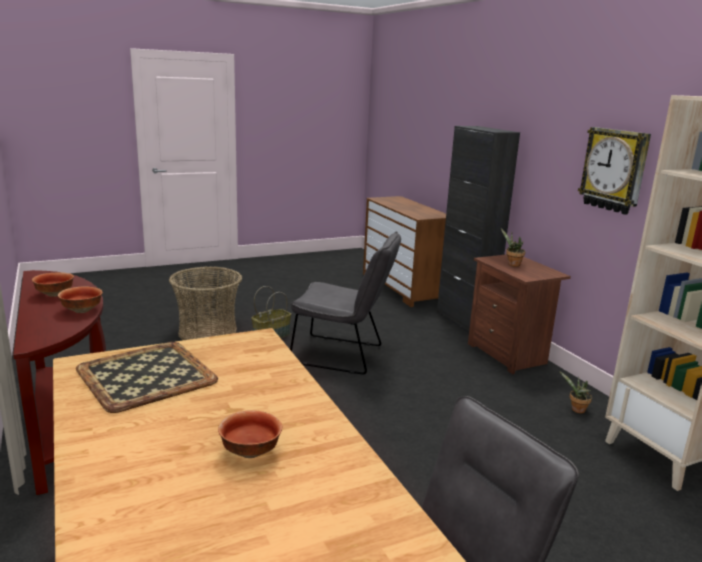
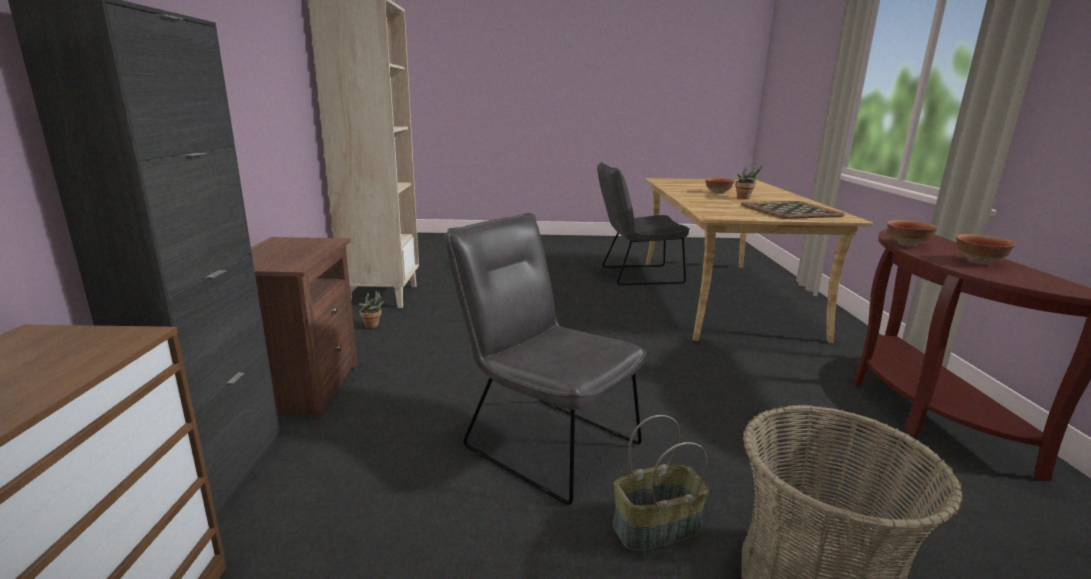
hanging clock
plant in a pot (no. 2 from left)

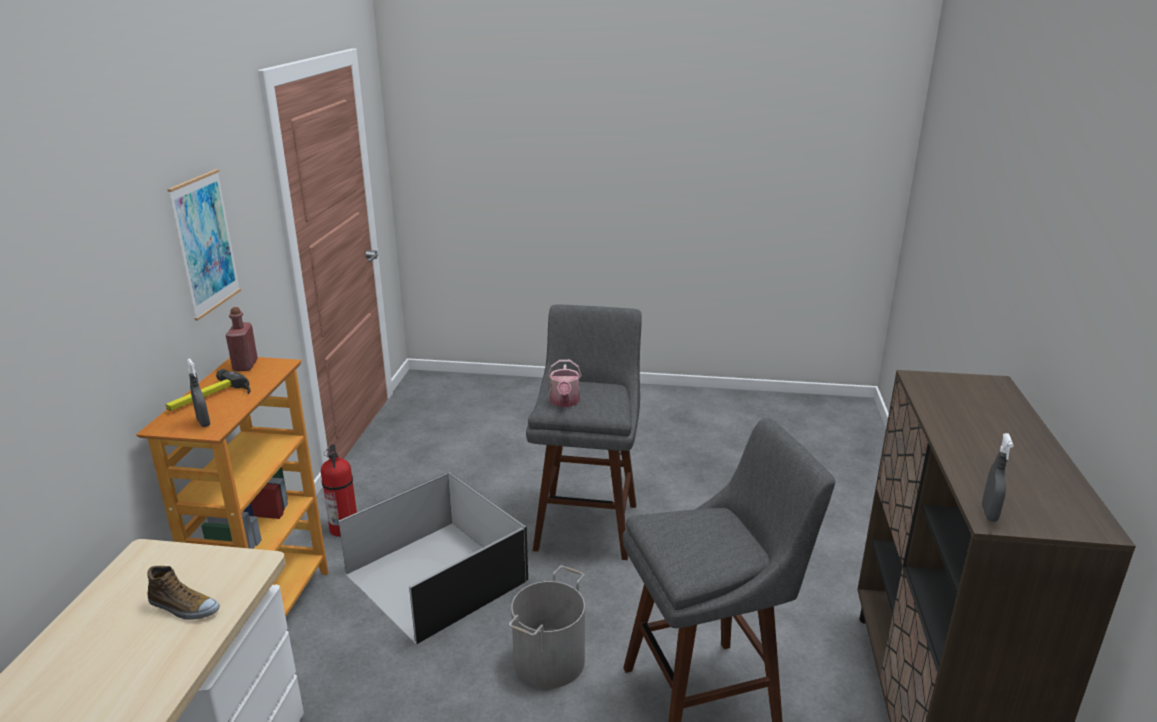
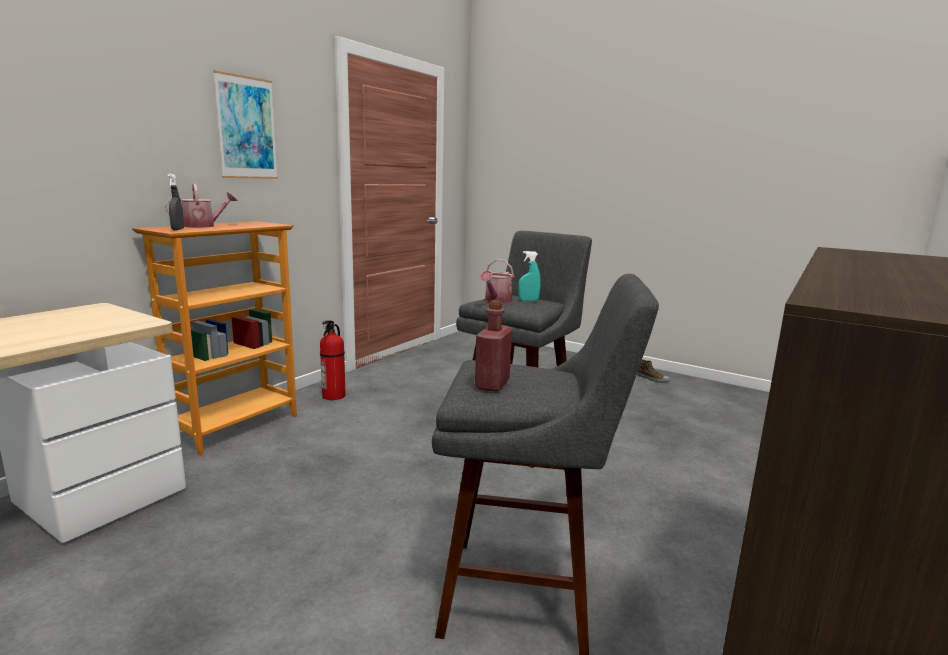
blackish storage bin
greyish bucket
greyish hand sprayer (no. 2 from left in the first image)
turquoise-coloured hand sprayer
low shoe
reddish drink bottle
watering can (no. 1 from left)

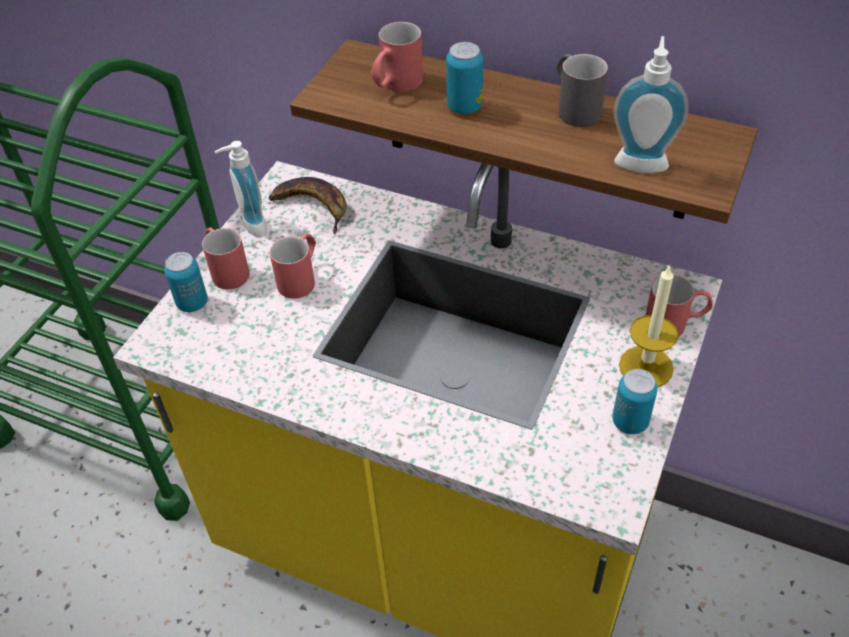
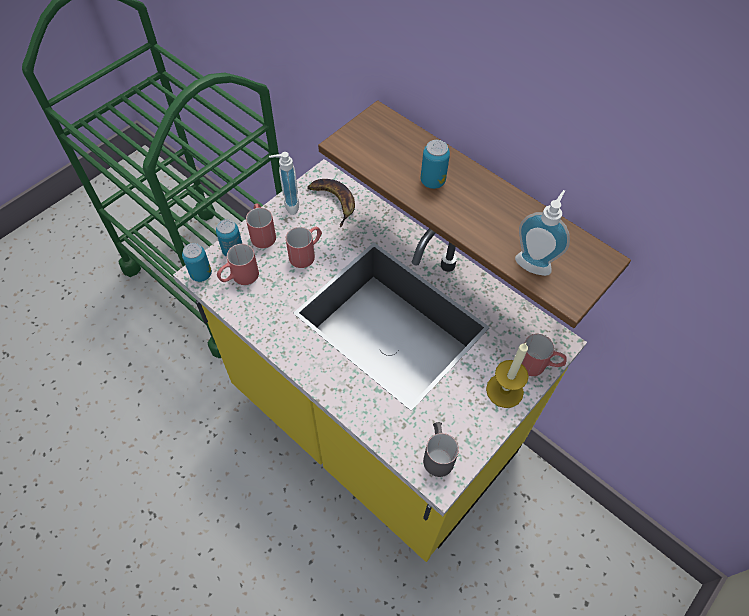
reddish coffee mug (no. 1 from left)
greyish coffee mug
metal can (no. 1 from left)

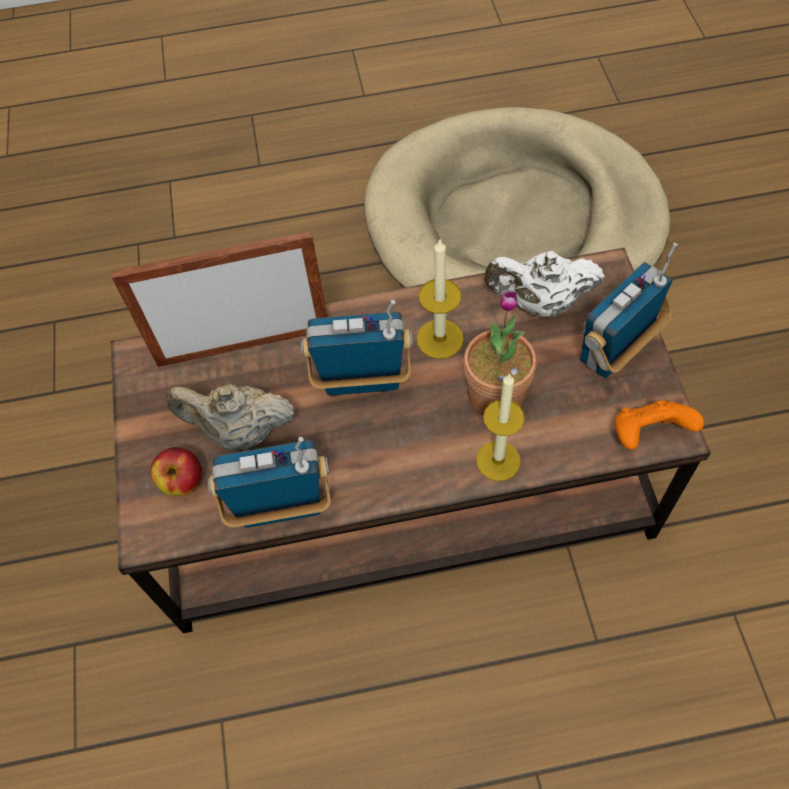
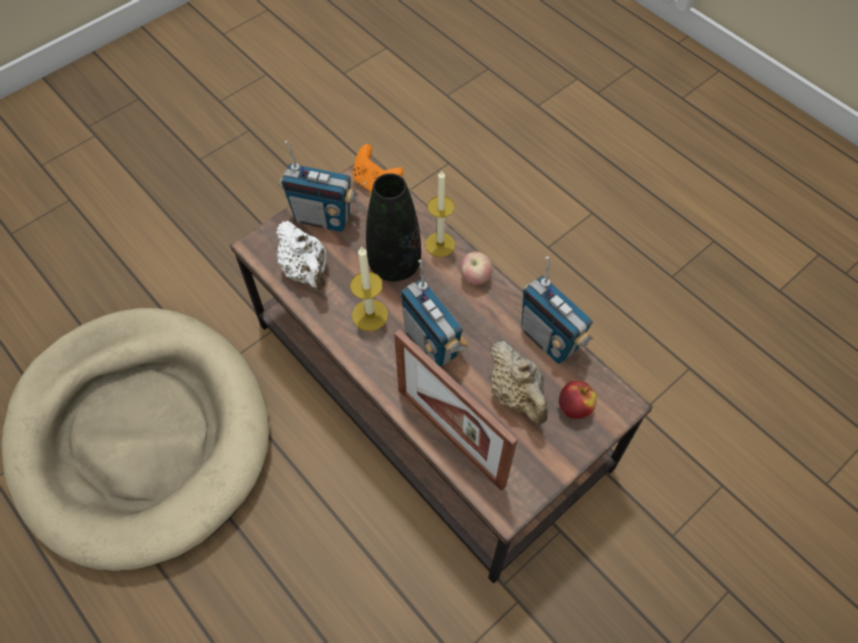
apple (no. 1 from left)
blackish vase

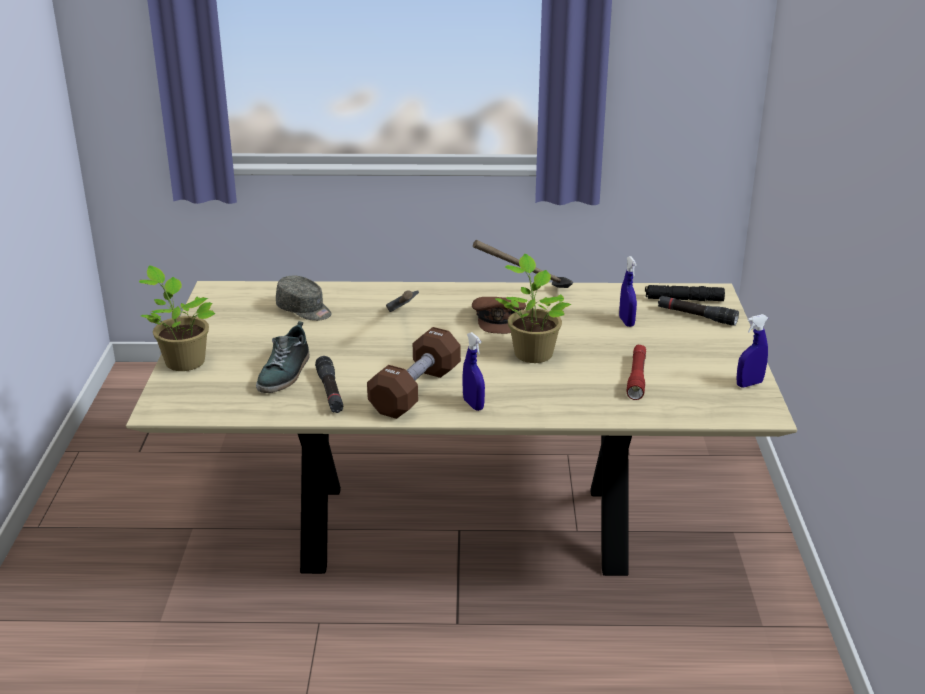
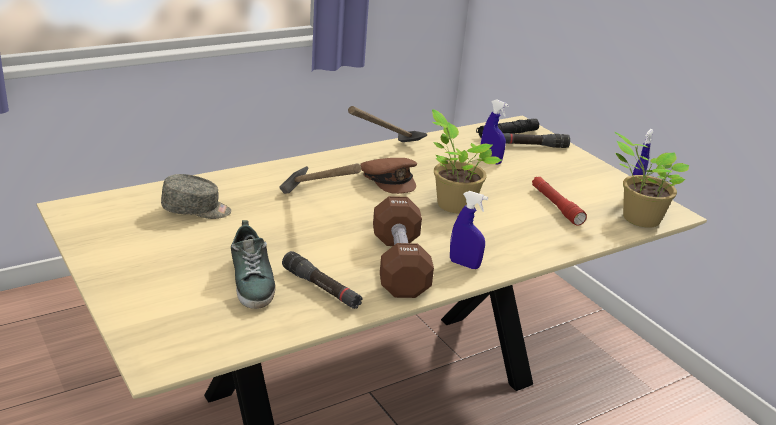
plant in a pot (no. 2 from left)

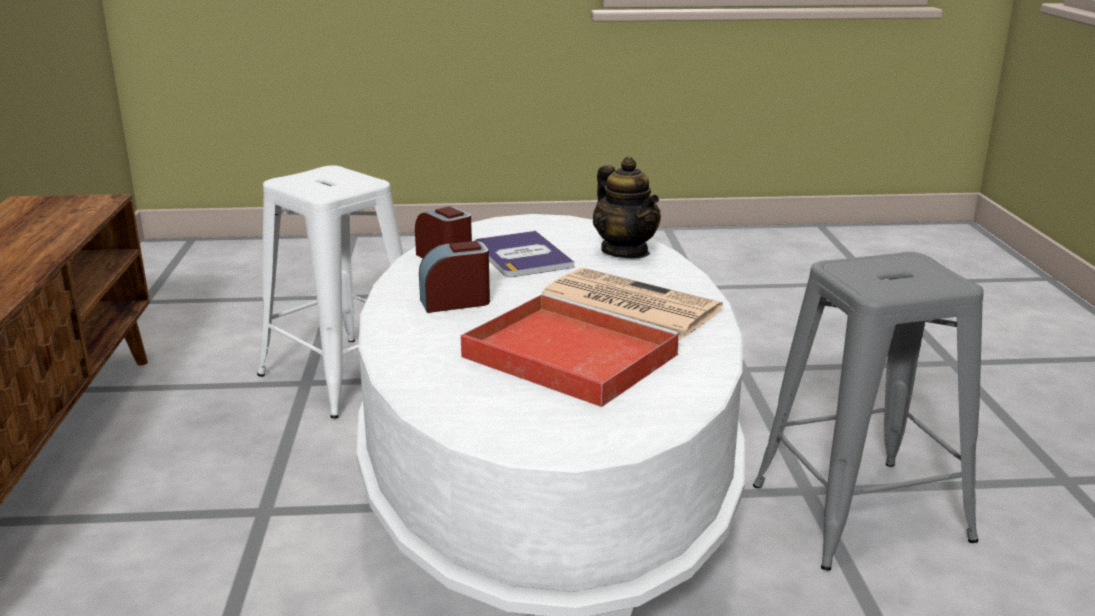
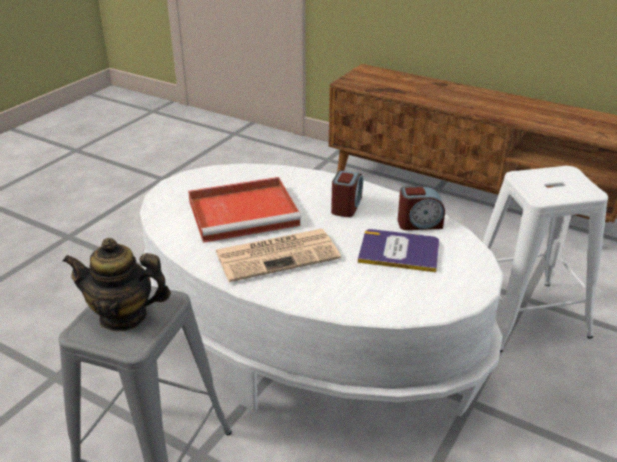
tea pot

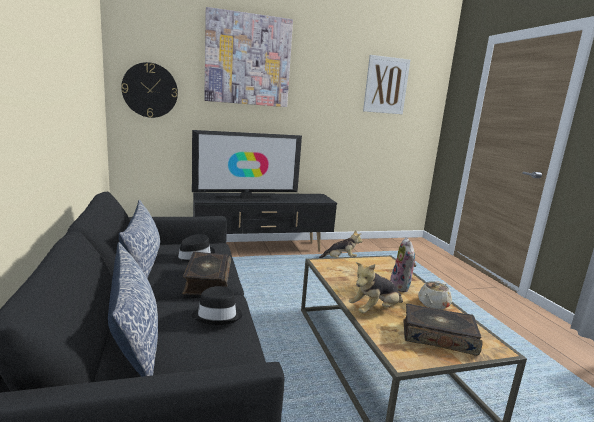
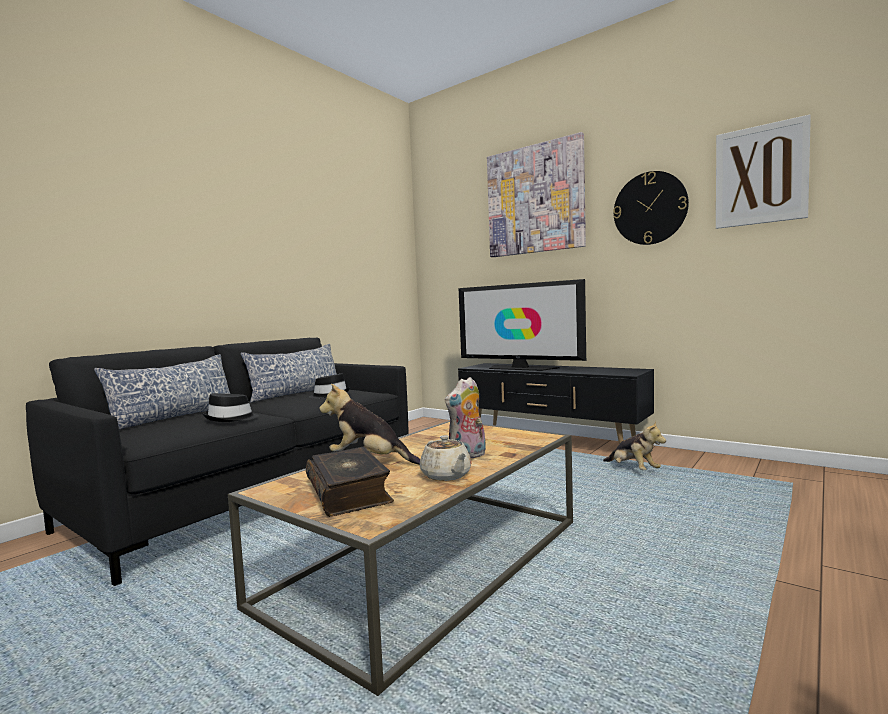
volume (no. 1 from left in the first image)
hanging clock
sand-coloured tea pot

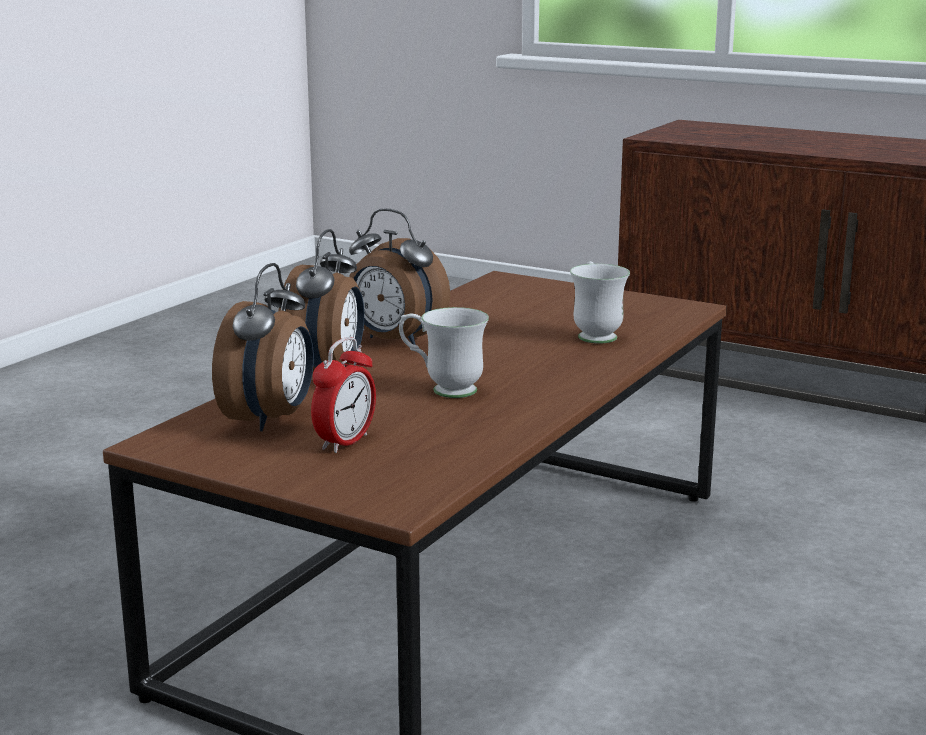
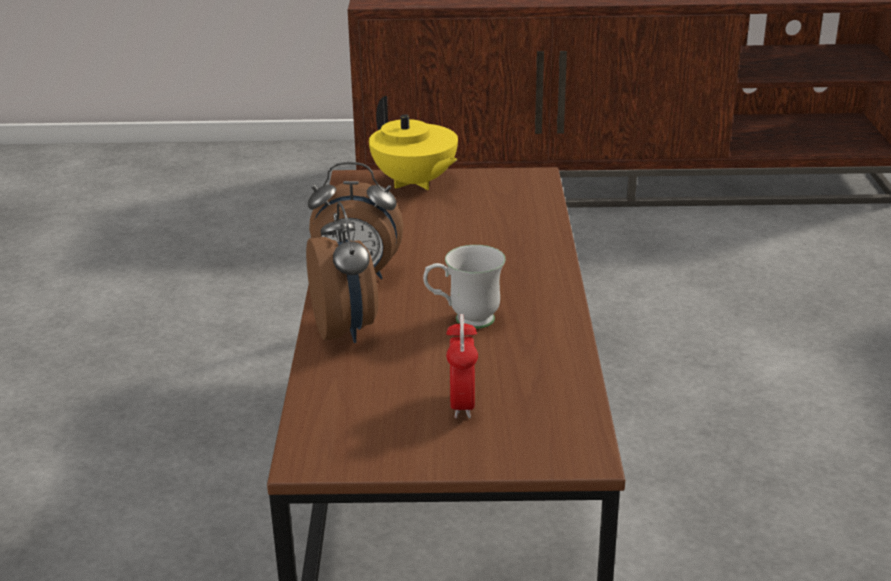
table clock (no. 1 from left in the first image)
white coffee mug (no. 2 from left in the first image)
yellow tea pot

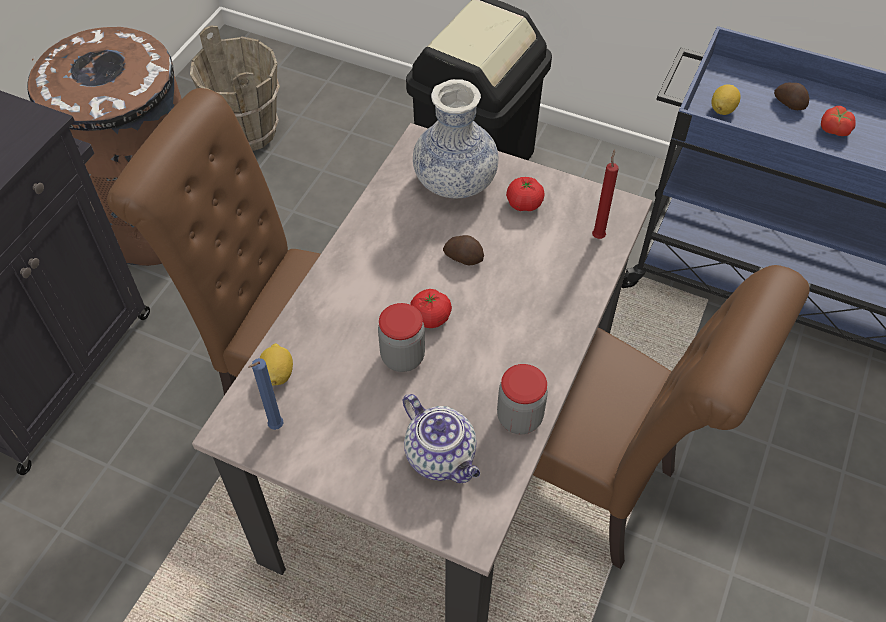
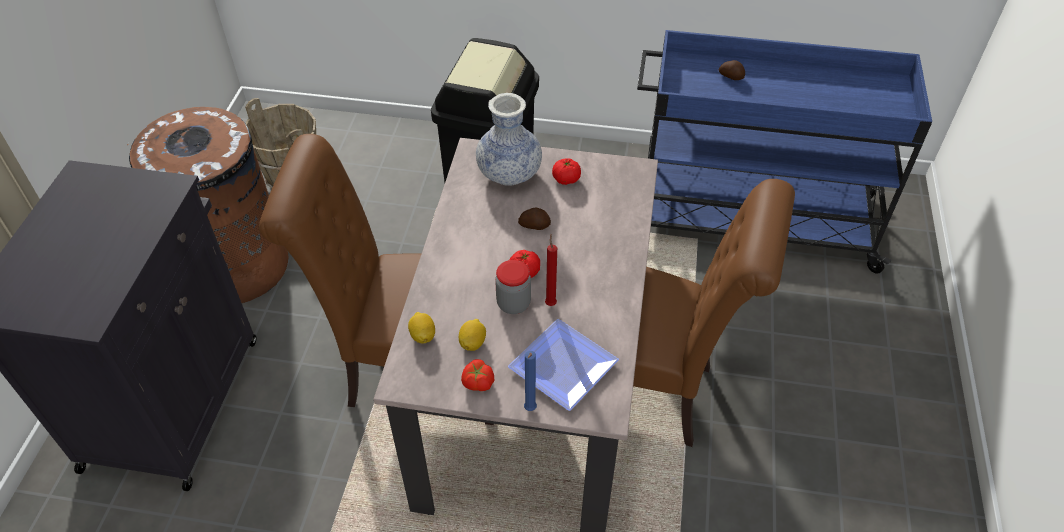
preserve jar (no. 2 from left in the first image)
blue-coloured candle
reddish candle
whole lemon (no. 2 from left)
fresh tomato (no. 1 from left)
plate

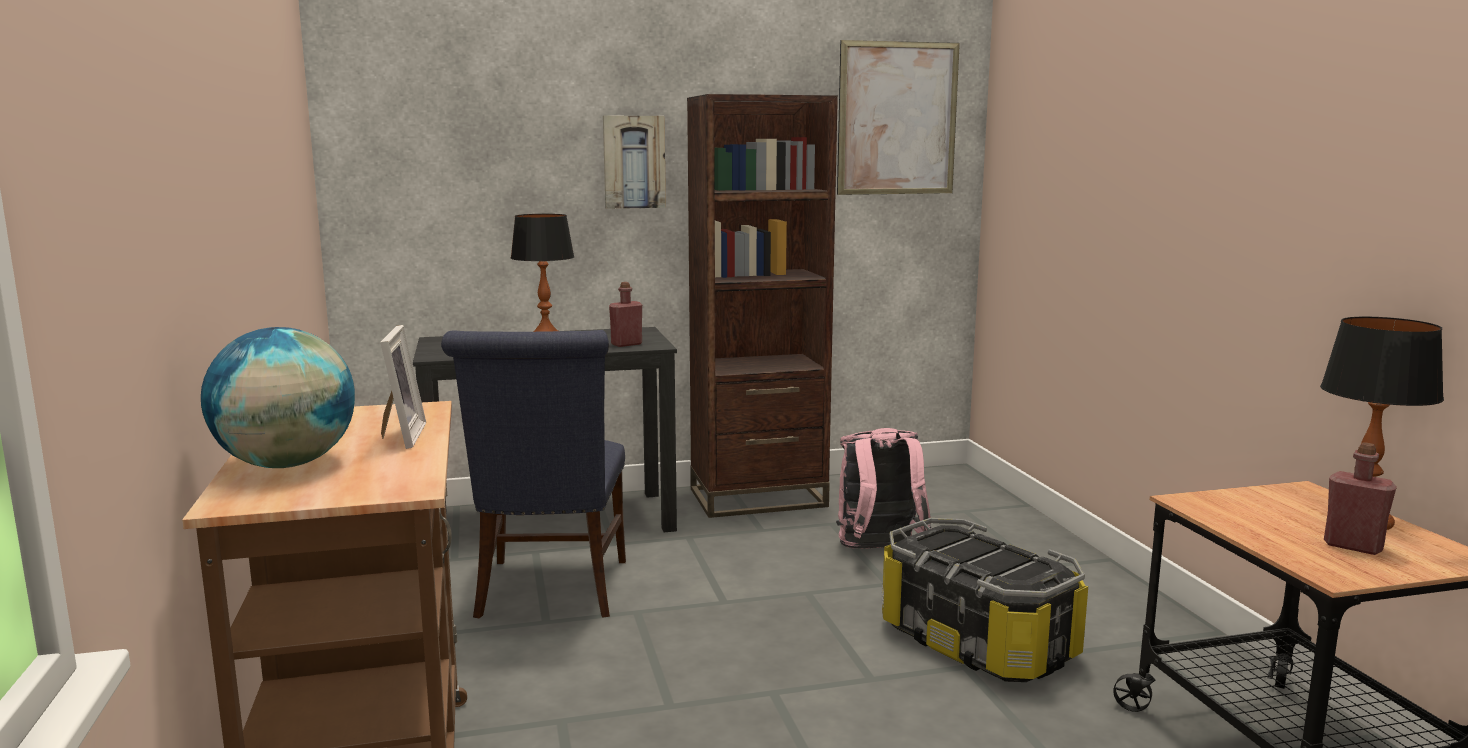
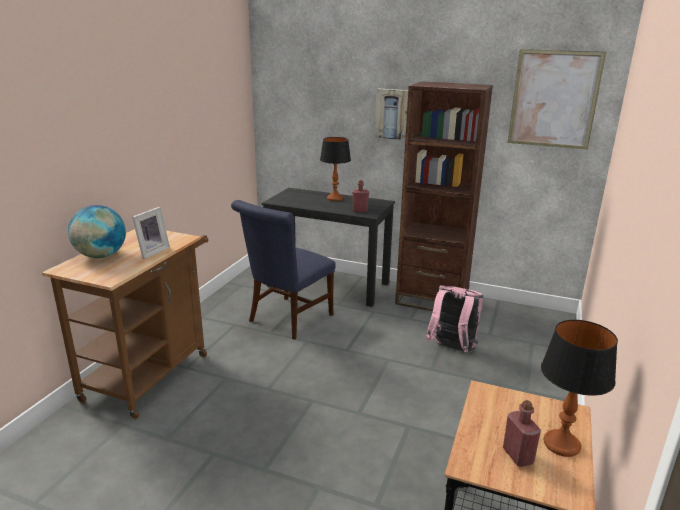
storage bin

